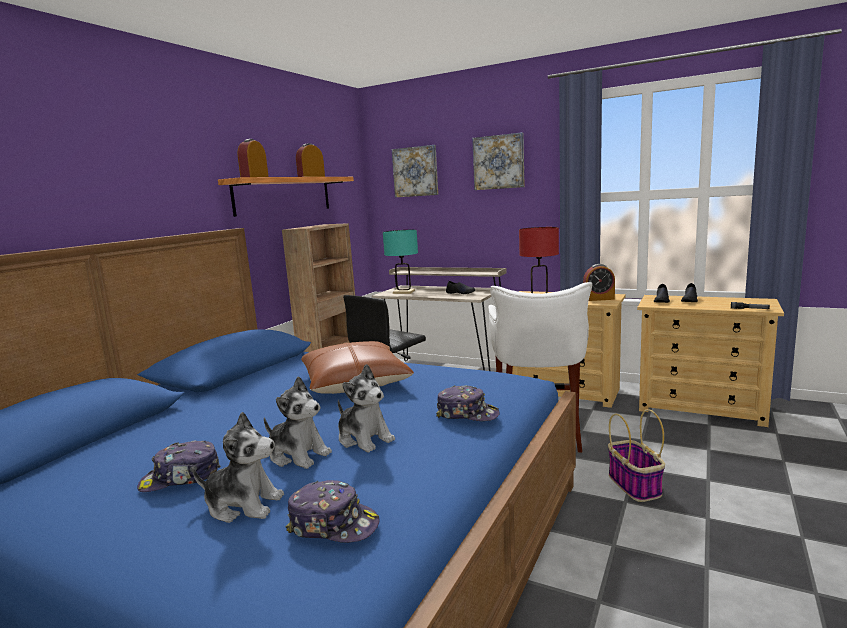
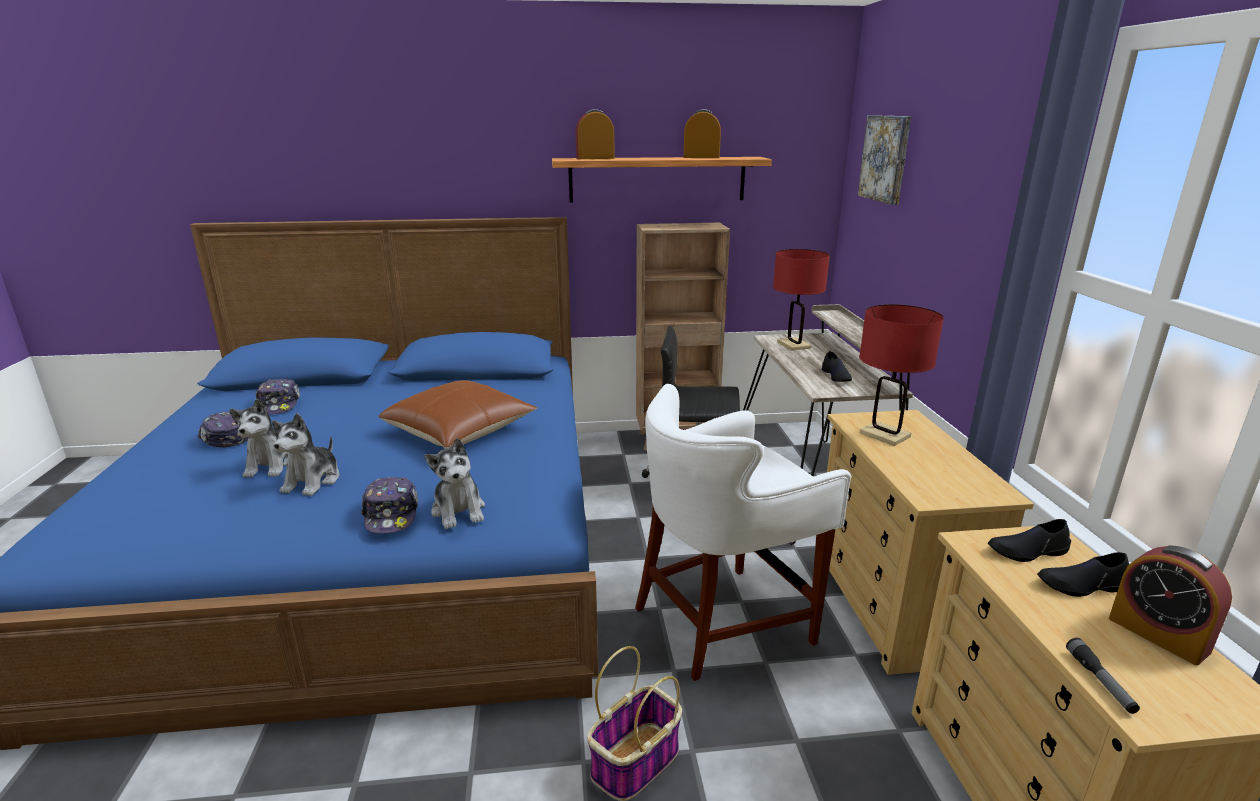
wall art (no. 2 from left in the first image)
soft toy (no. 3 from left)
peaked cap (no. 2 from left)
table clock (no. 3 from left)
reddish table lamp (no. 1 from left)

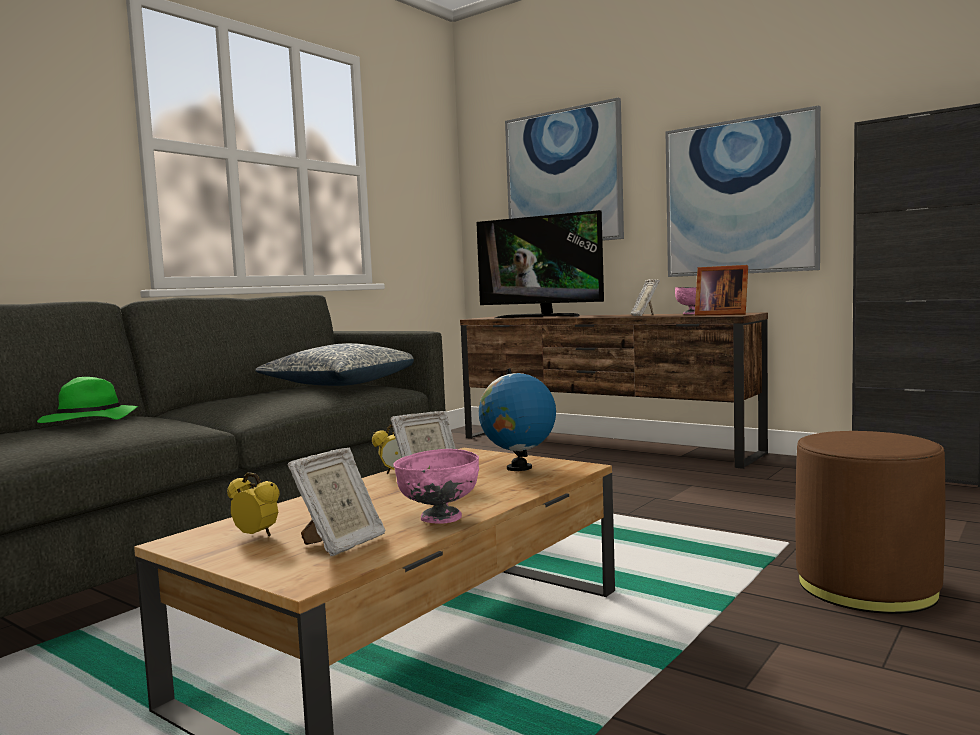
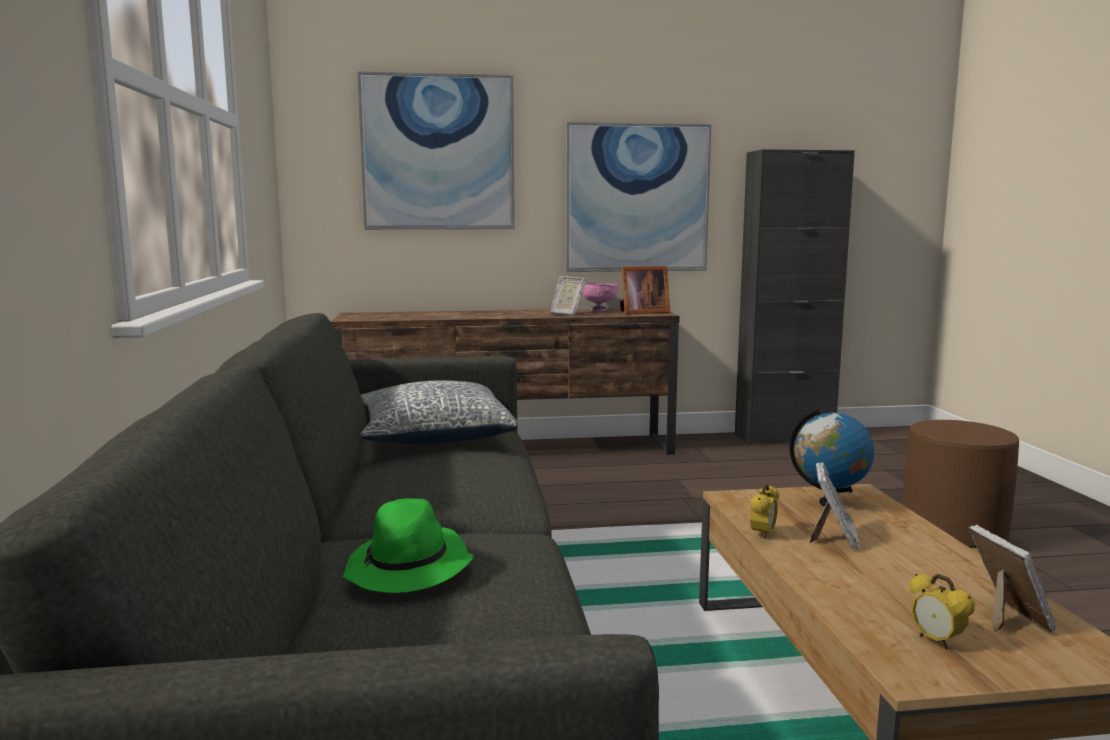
pink-coloured bowl (no. 1 from left in the first image)
television
table clock (no. 2 from left)

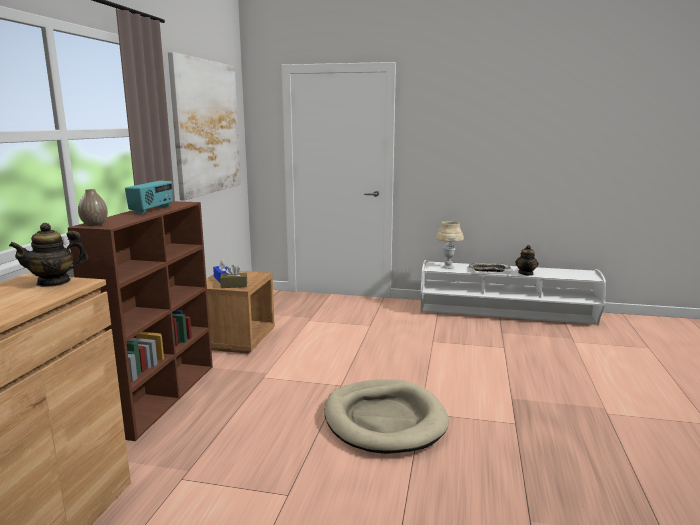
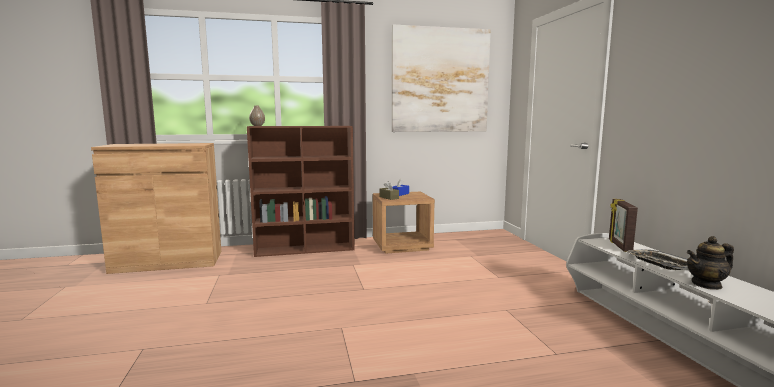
tea pot (no. 1 from left in the first image)
radio set
sand-coloured dog bed
picture frame

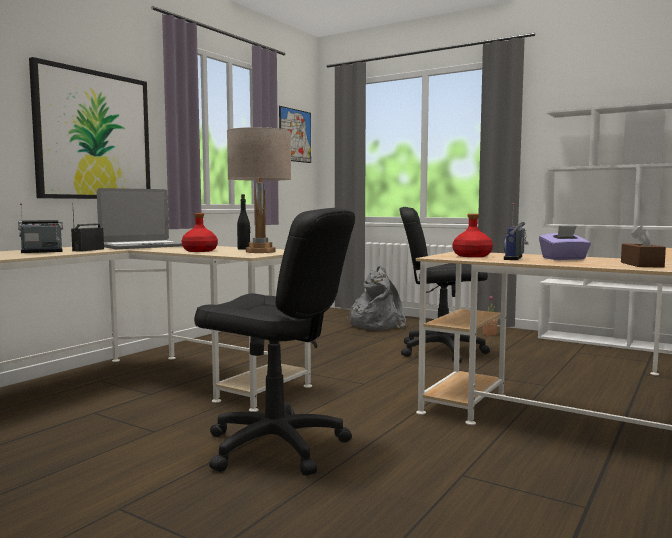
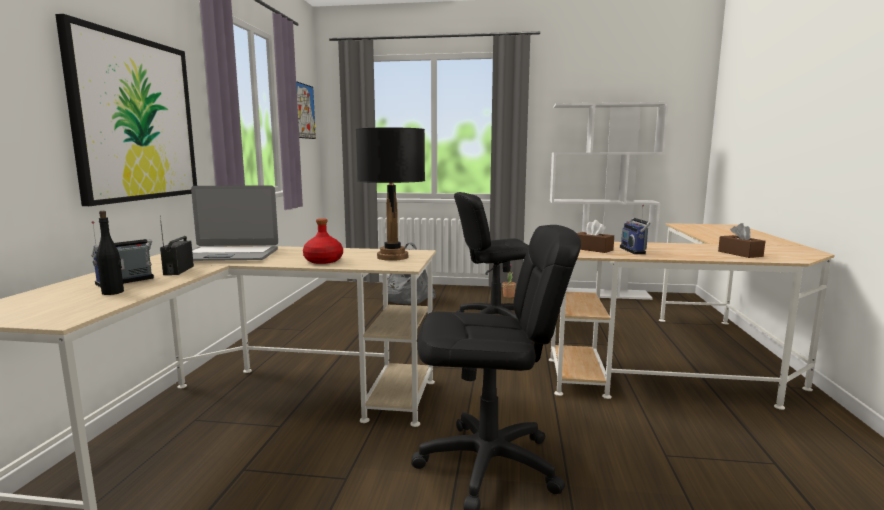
purplish box of tissues
blackish drink bottle
brownish box of tissues (no. 1 from left)
blackish table lamp
laptop

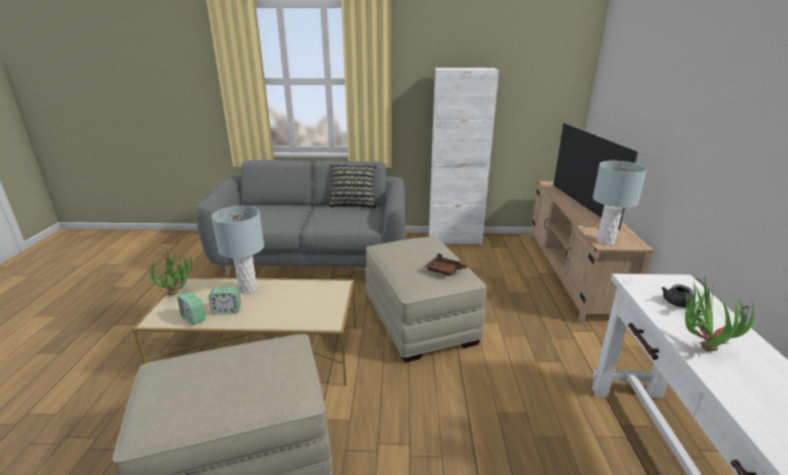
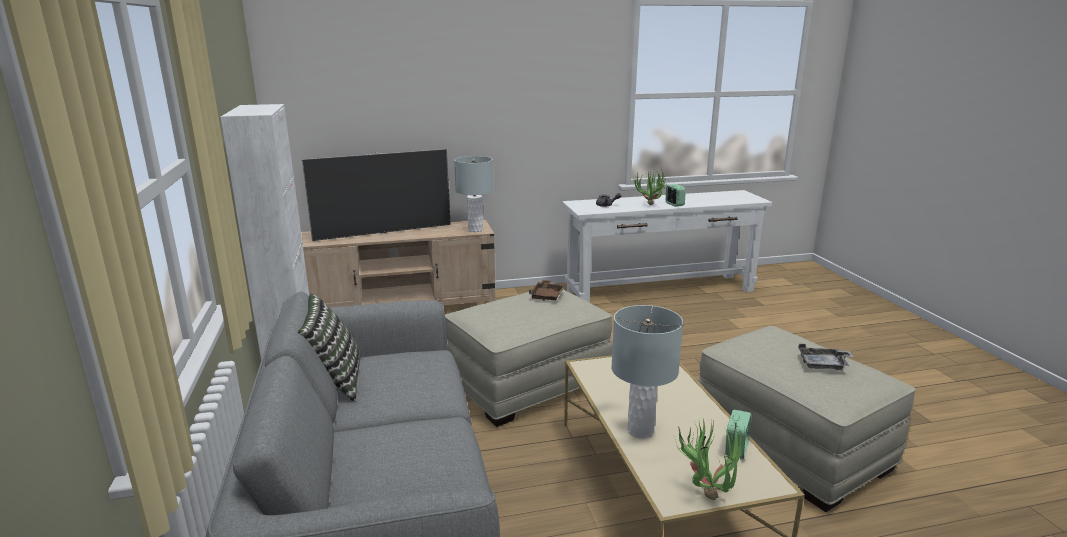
greyish tray
table clock (no. 1 from left)

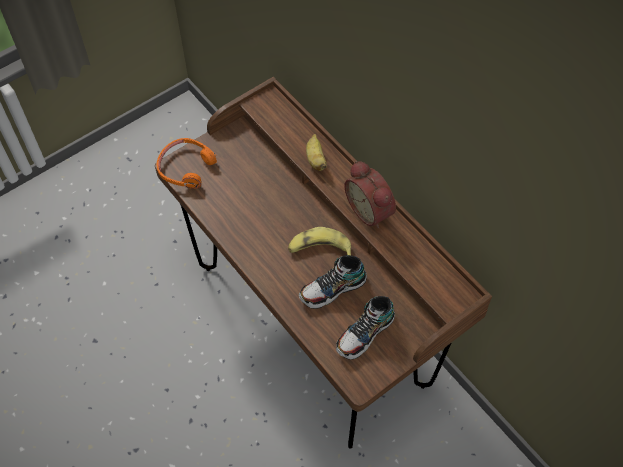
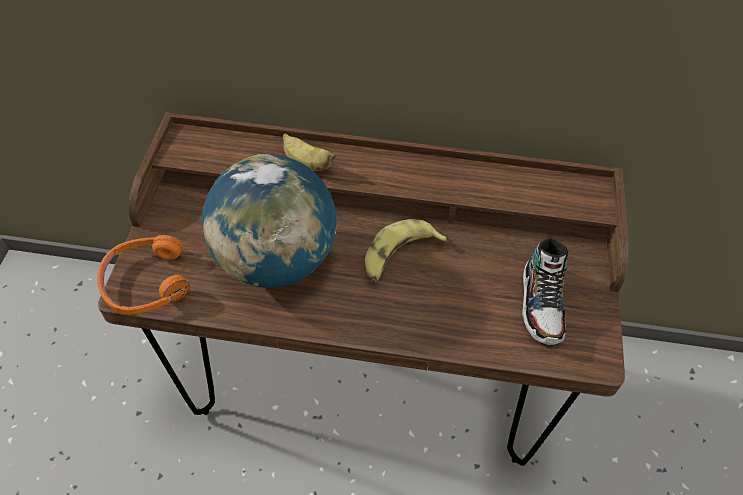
low shoe (no. 1 from left in the first image)
table clock
desk globe

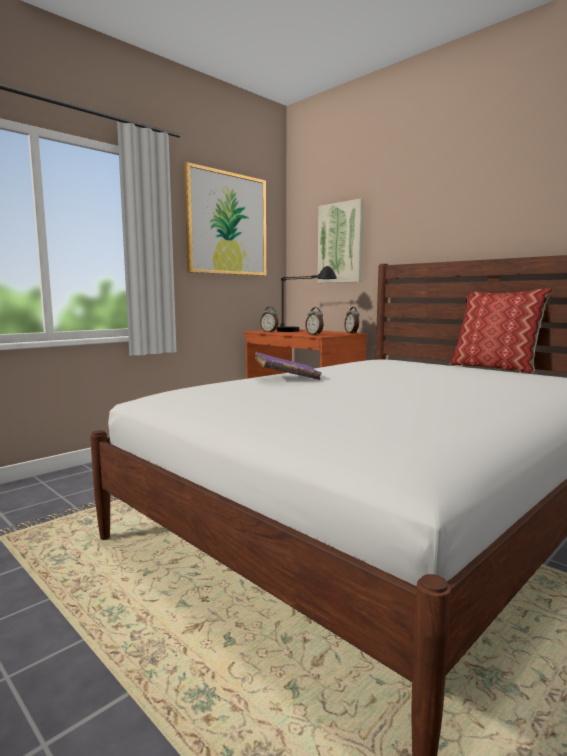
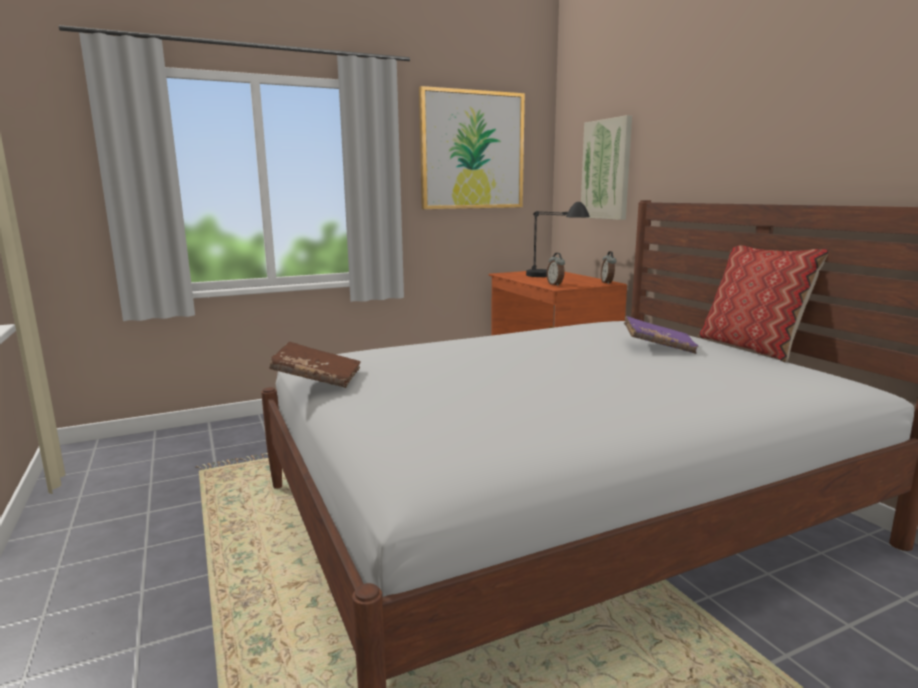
table clock (no. 1 from left in the first image)
brownish volume
purplish volume

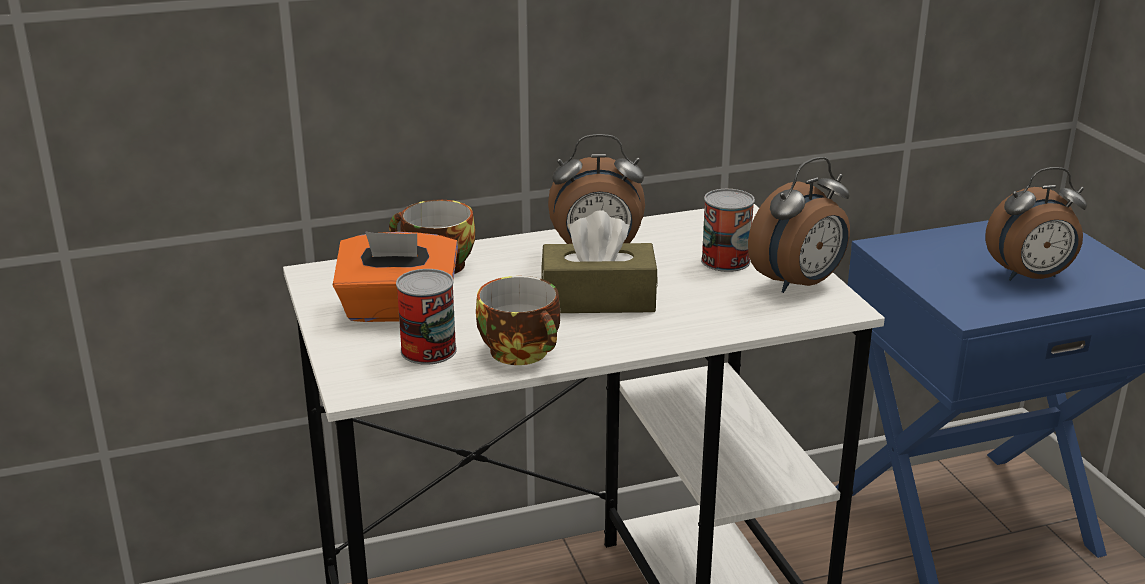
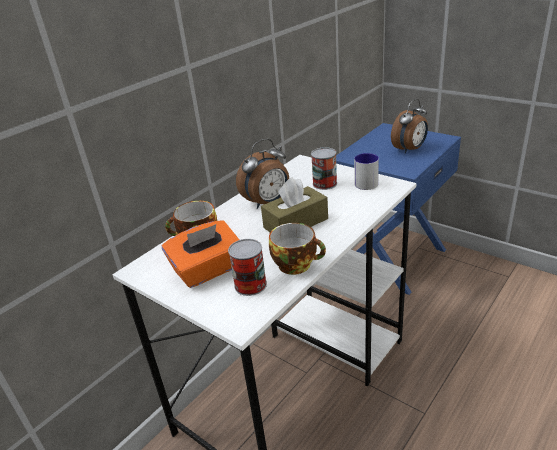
coffee mug

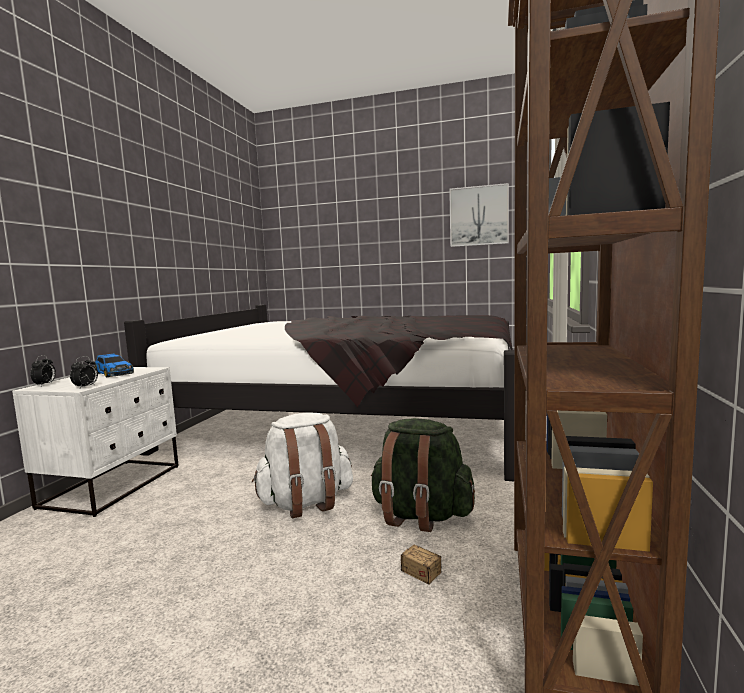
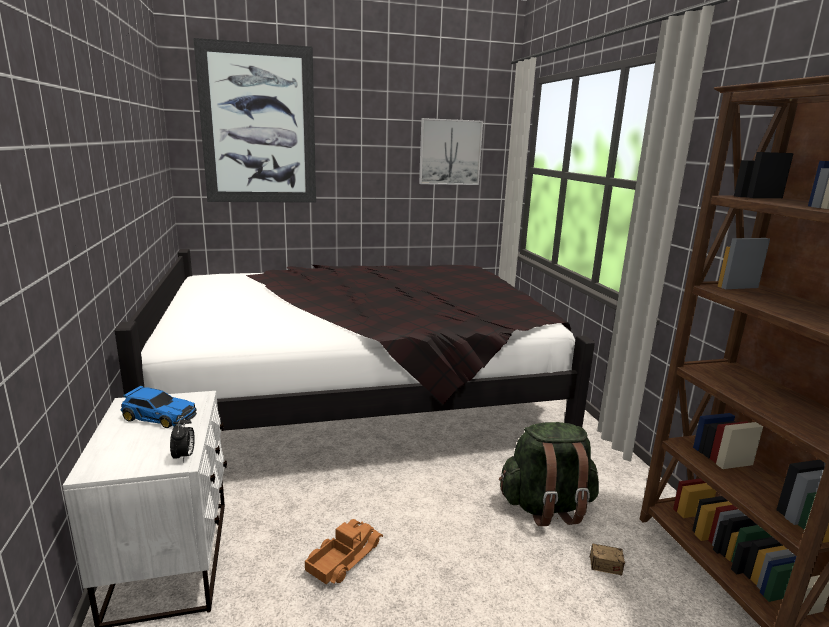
table clock (no. 1 from left in the first image)
white backpack
wall art (no. 1 from left)
toy truck

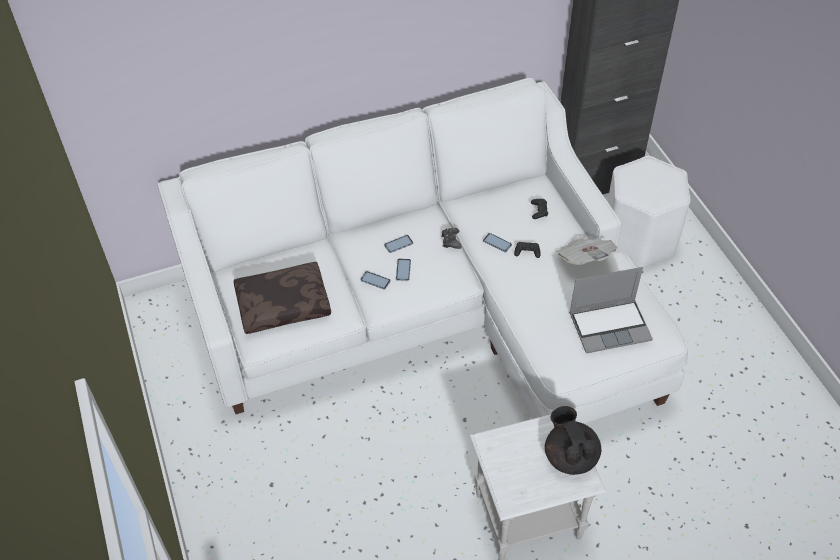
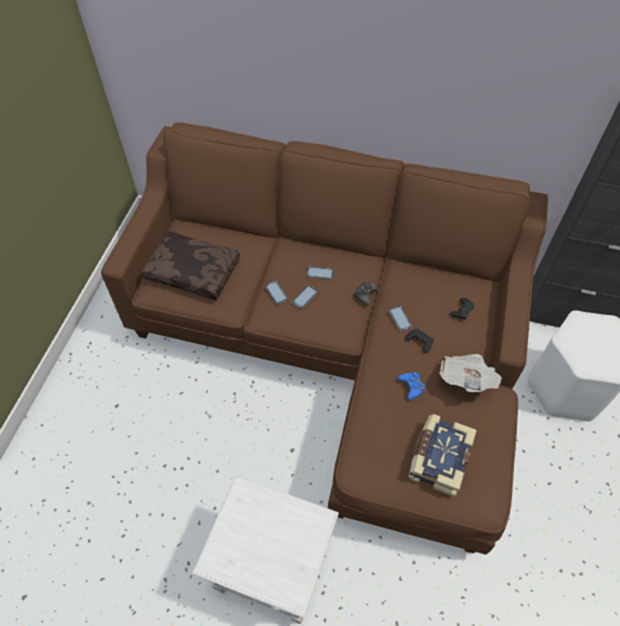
blackish tea pot
blue-coloured gamepad
volume
brownish couch

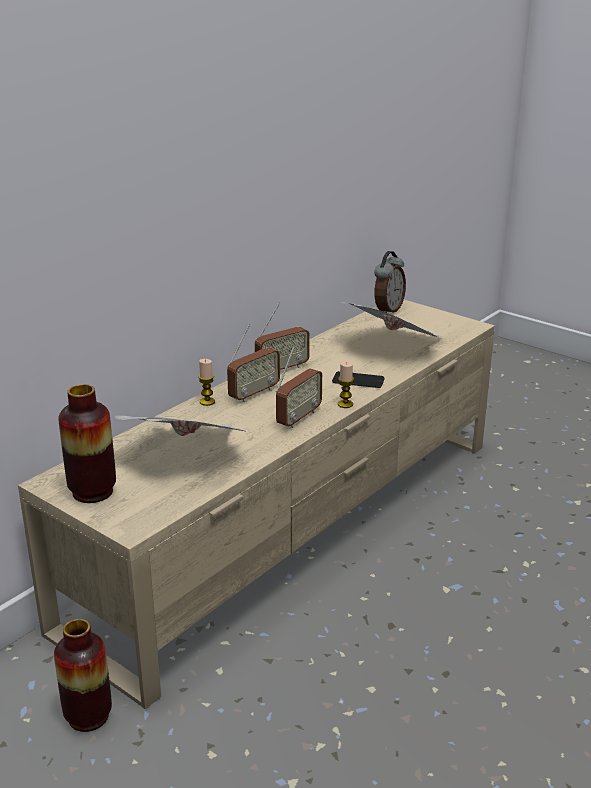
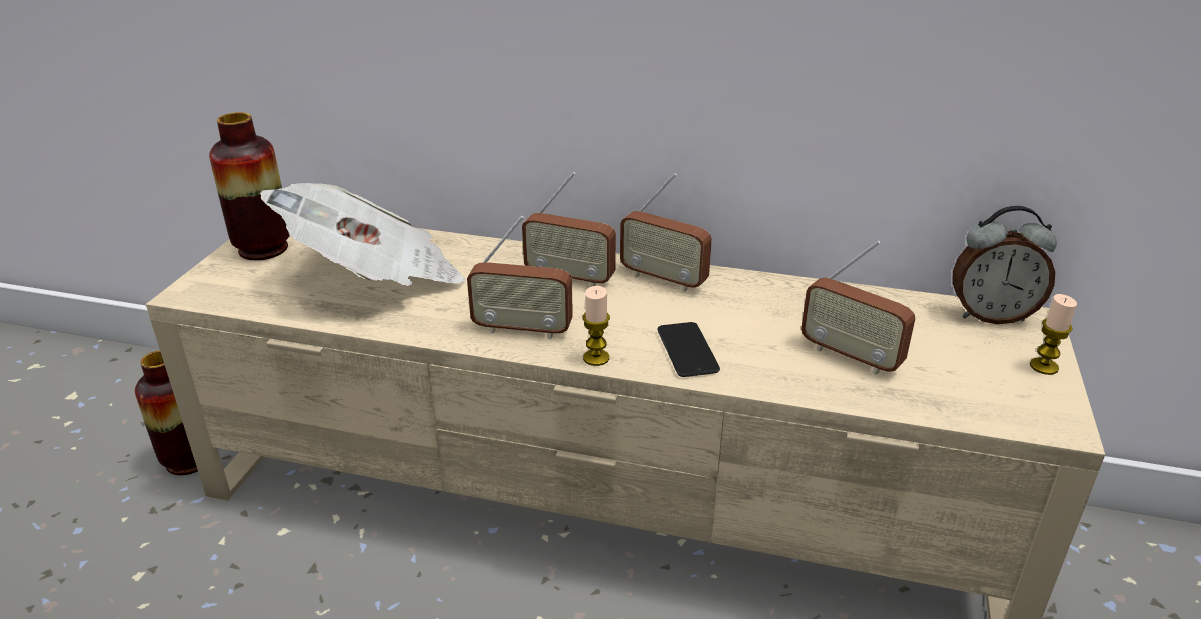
candle (no. 2 from left)
radio set (no. 4 from left)

